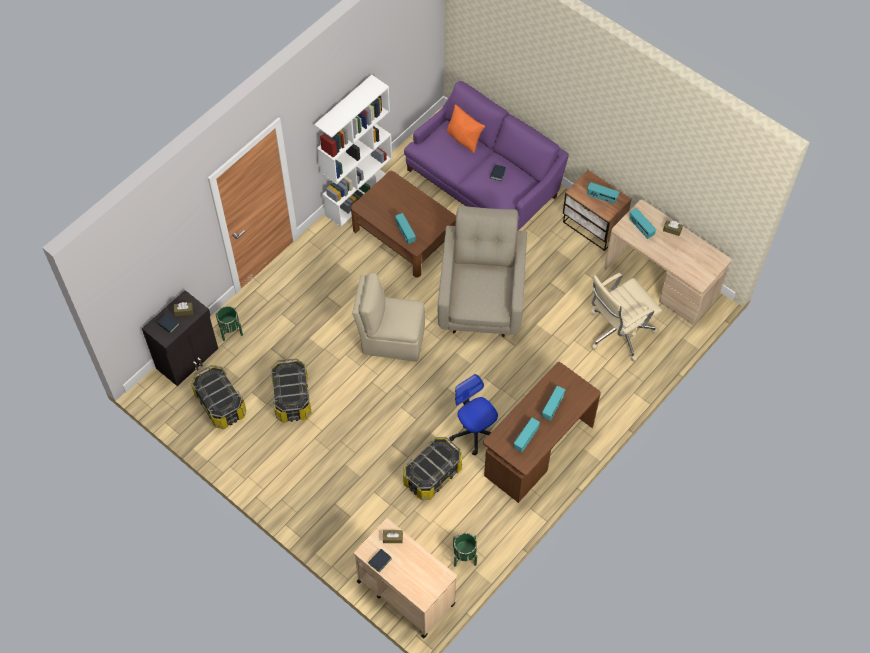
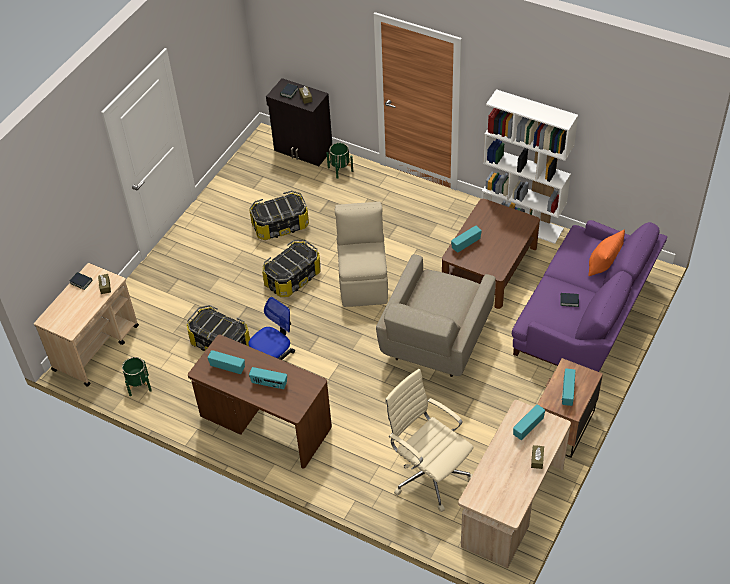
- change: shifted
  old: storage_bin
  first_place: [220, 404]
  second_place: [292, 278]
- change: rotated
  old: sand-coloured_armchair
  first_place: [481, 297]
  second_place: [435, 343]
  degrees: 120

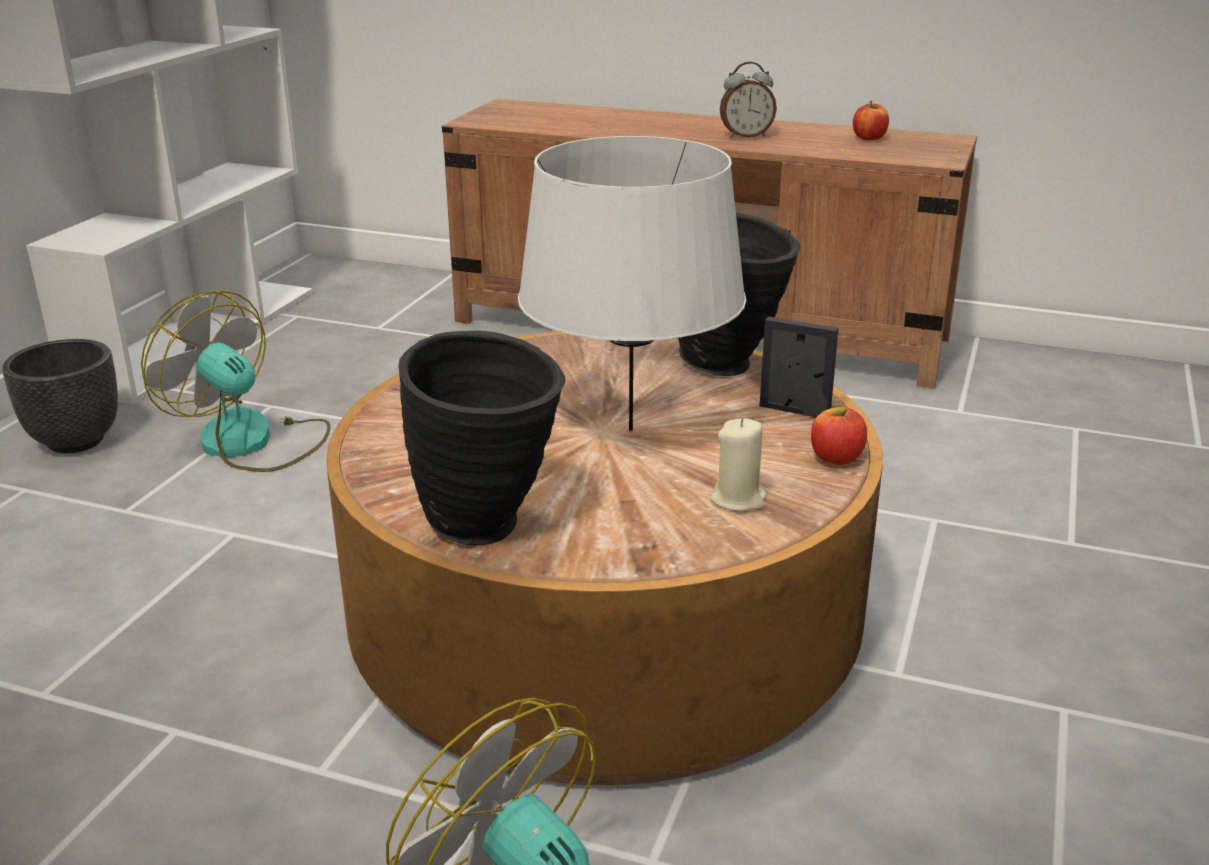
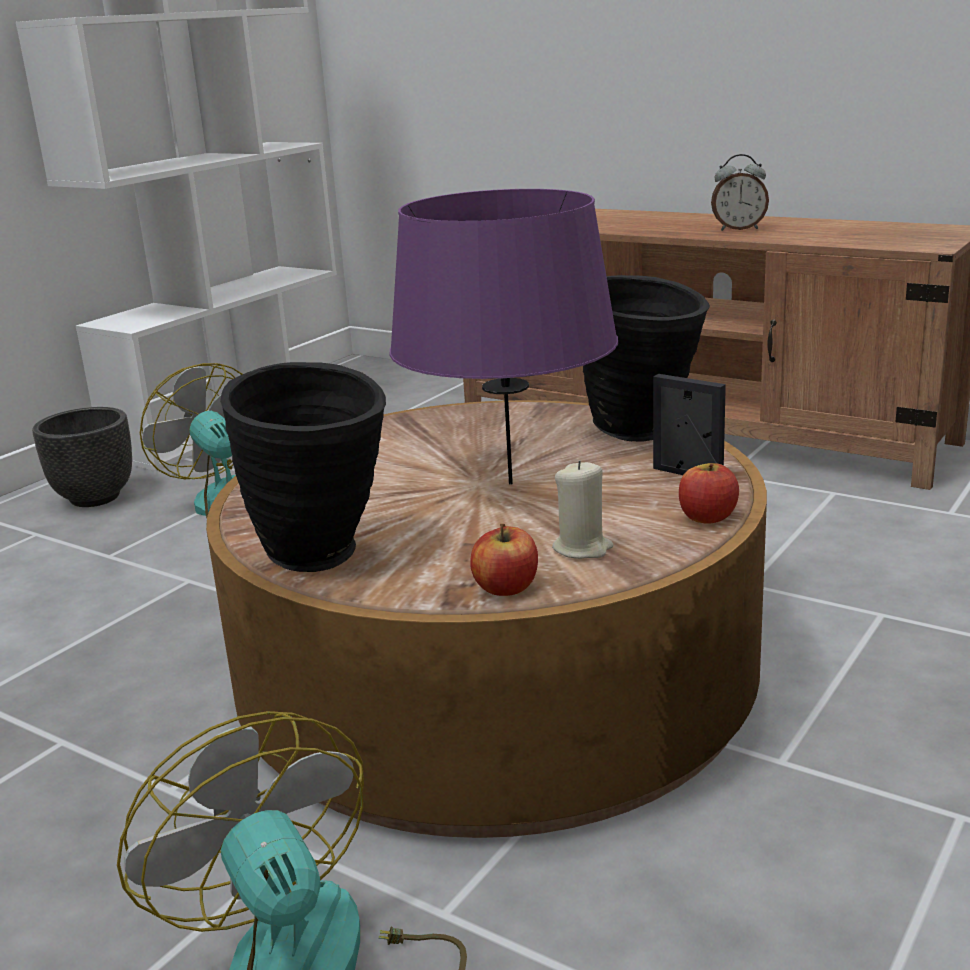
- change: shifted
  old: apple_fruit
  first_place: [869, 138]
  second_place: [506, 588]
- change: repainted
  old: greyish_table_lamp
  new: purplish_table_lamp
  first_place: [630, 429]
  second_place: [510, 483]

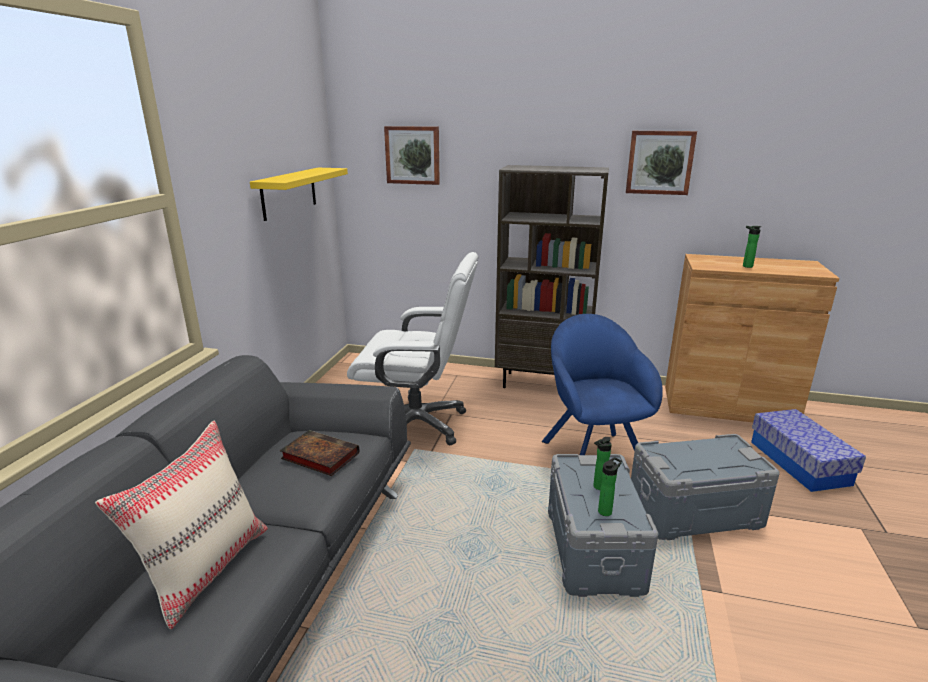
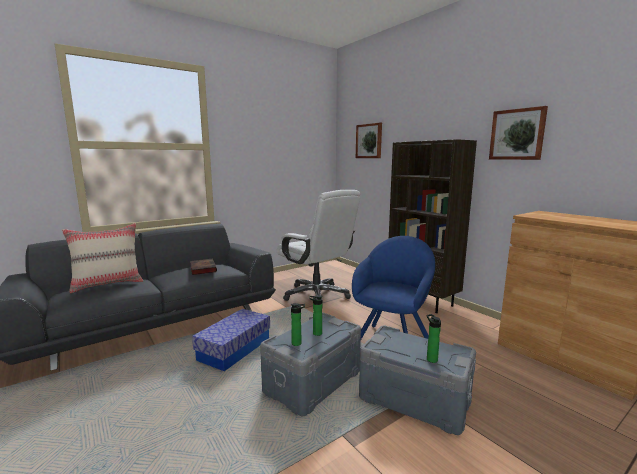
- change: gone
  old: yellow-coloured_shelf
  first_place: [289, 193]
- change: shifted
  old: drink_bottle
  first_place: [745, 266]
  second_place: [430, 359]
- change: shifted
  old: storage_bin
  first_place: [799, 462]
  second_place: [234, 349]

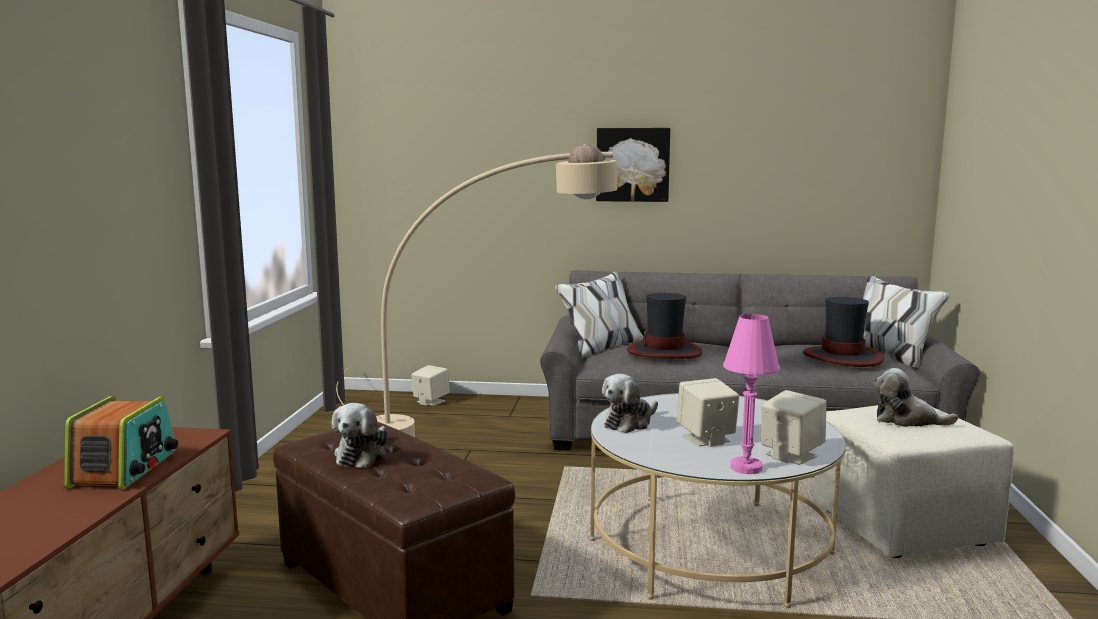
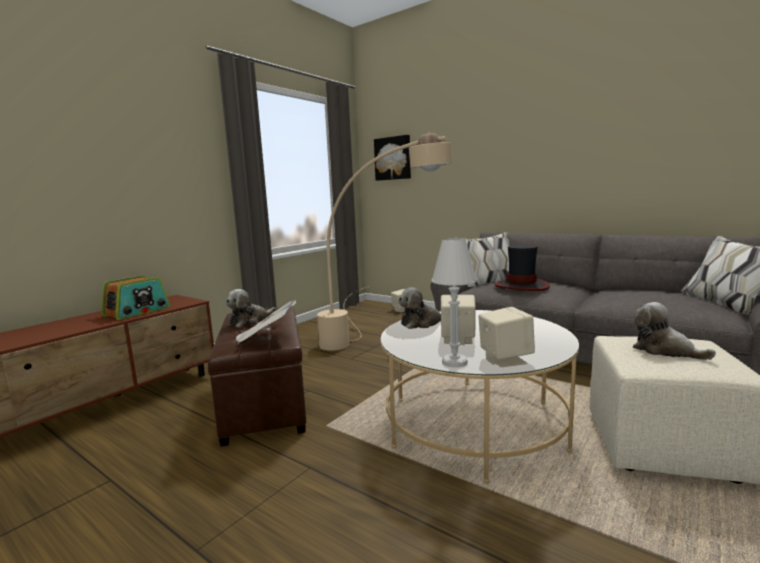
- change: gone
  old: hat
  first_place: [843, 357]
- change: new
  new: newspaper
  second_place: [265, 338]
- change: shifted
  old: wall_picture
  first_place: [632, 164]
  second_place: [393, 158]
- change: repainted
  old: pink_table_lamp
  new: white_table_lamp
  first_place: [746, 467]
  second_place: [454, 362]

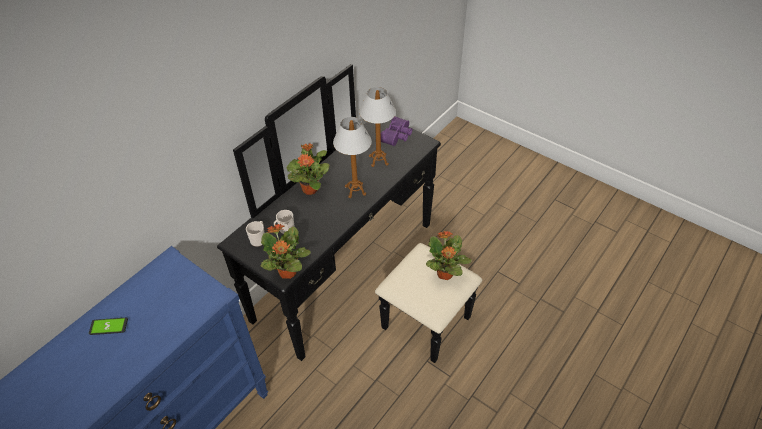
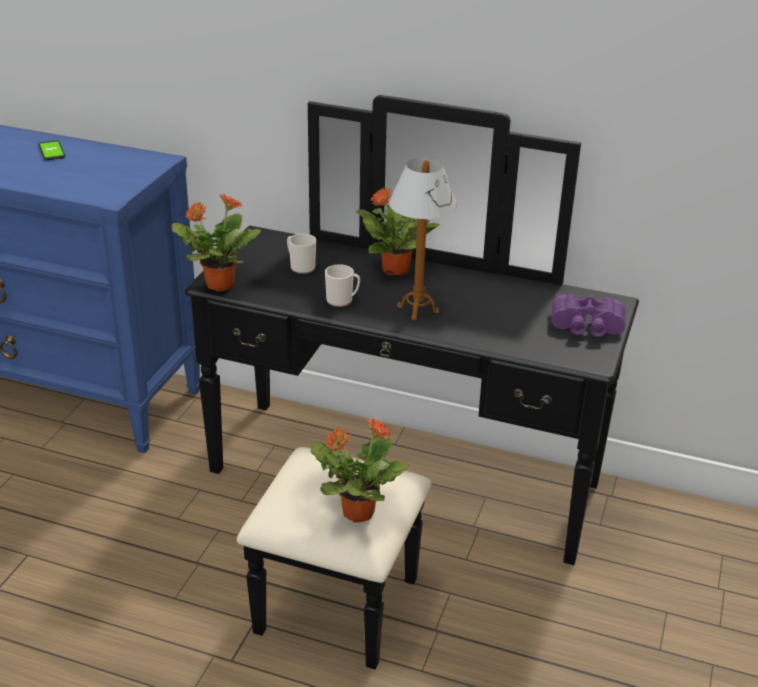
- change: gone
  old: table_lamp
  first_place: [378, 160]
- change: shifted
  old: coffee_mug
  first_place: [259, 239]
  second_place: [342, 300]

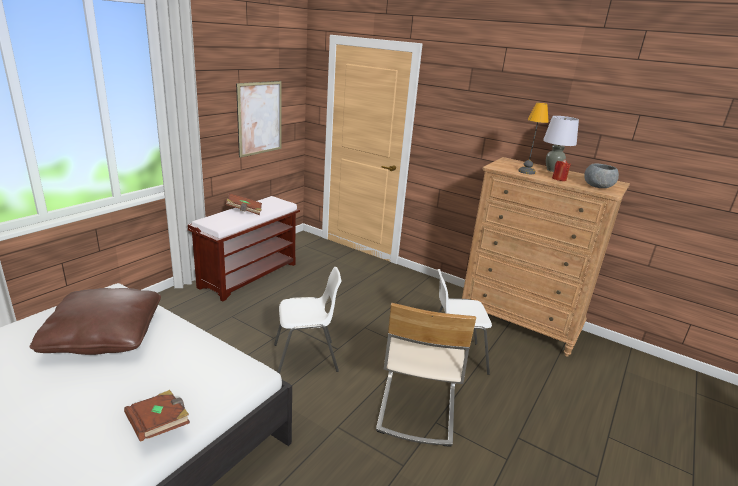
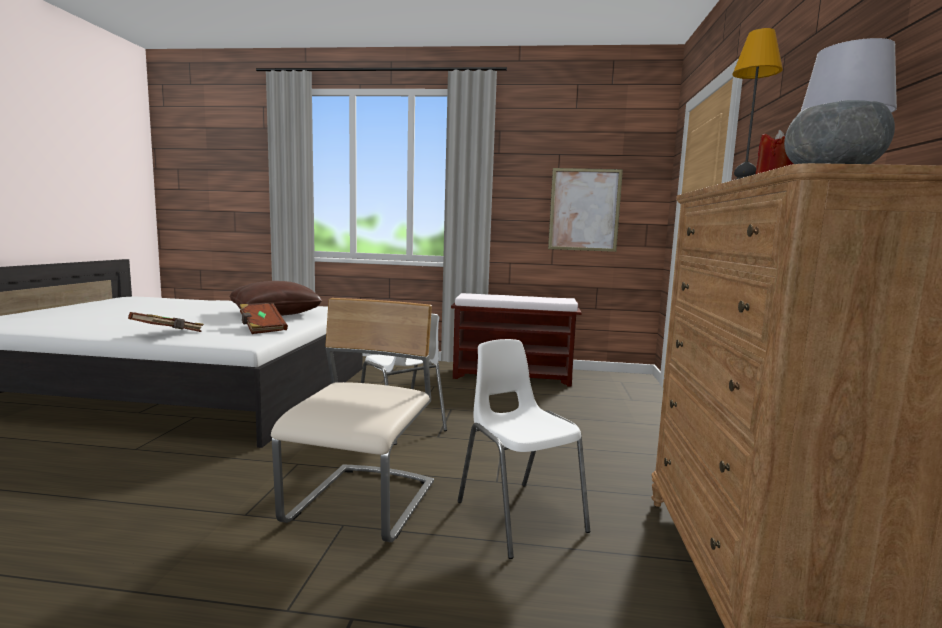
- change: shifted
  old: brown_volume
  first_place: [244, 211]
  second_place: [262, 328]
- change: rotated
  old: sand-coloured_chair
  first_place: [416, 408]
  second_place: [364, 505]
  degrees: 120

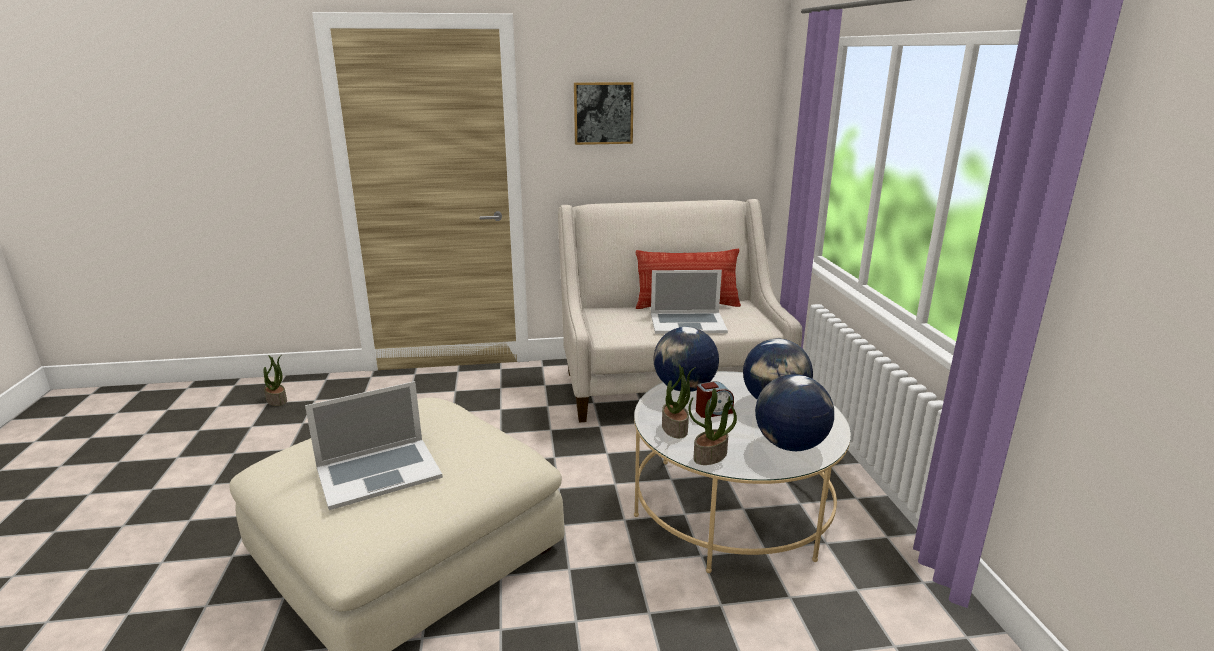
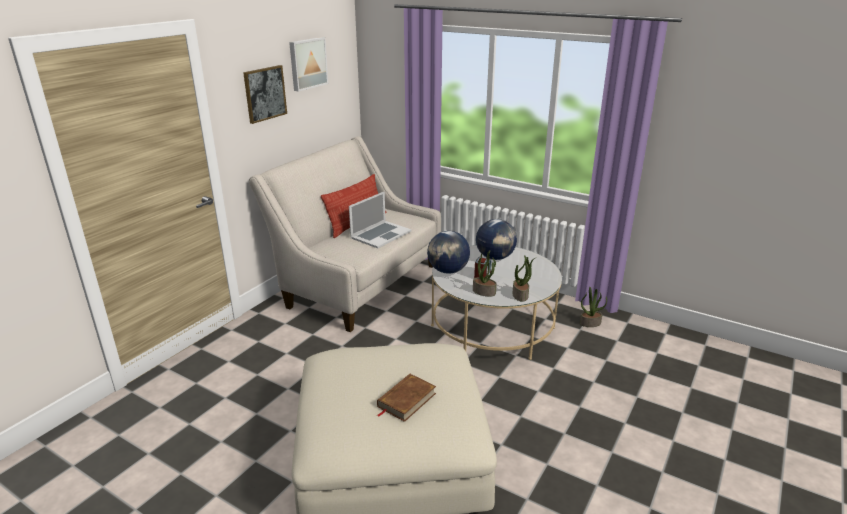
- change: gone
  old: world_globe
  first_place: [790, 445]
- change: new
  new: wall_picture
  second_place: [307, 63]
- change: shifted
  old: plant_in_a_pot
  first_place: [277, 400]
  second_place: [590, 323]
- change: swapped
  old: laptop
  new: brown_volume
  first_place: [378, 472]
  second_place: [406, 400]

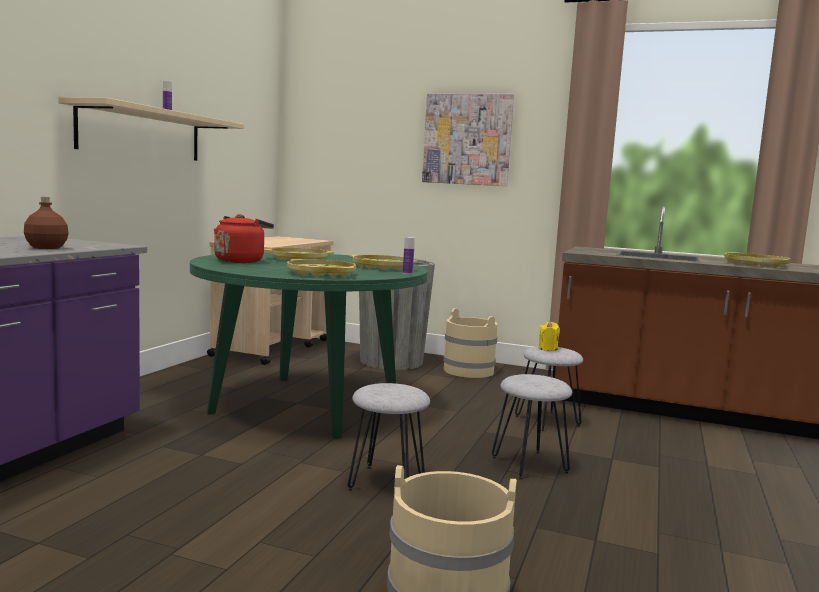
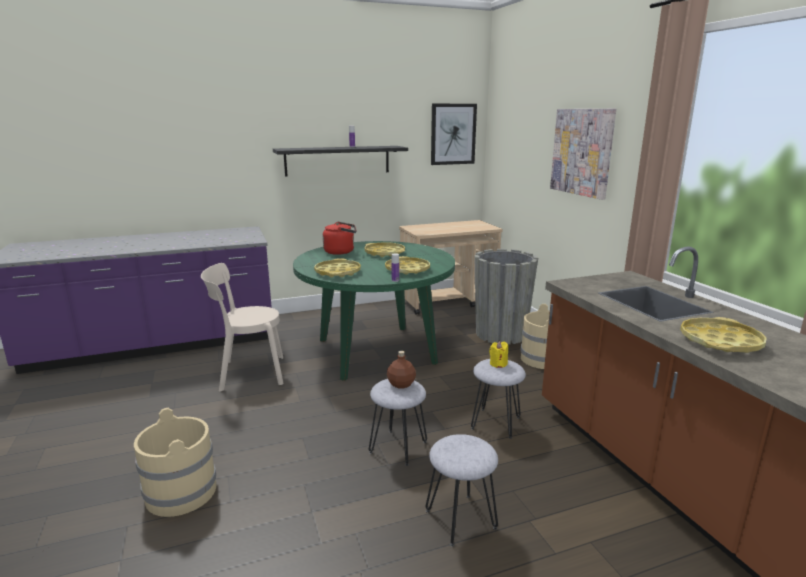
- change: new
  new: sand-coloured_chair
  second_place: [248, 373]
- change: new
  new: wall_picture
  second_place: [453, 134]
- change: shifted
  old: brown_drink_bottle
  first_place: [46, 248]
  second_place: [401, 384]
- change: shifted
  old: greyish_stool_seat
  first_place: [387, 483]
  second_place: [461, 519]
- change: repainted
  old: sand-coloured_shelf
  new: black_shelf
  first_place: [142, 133]
  second_place: [337, 160]

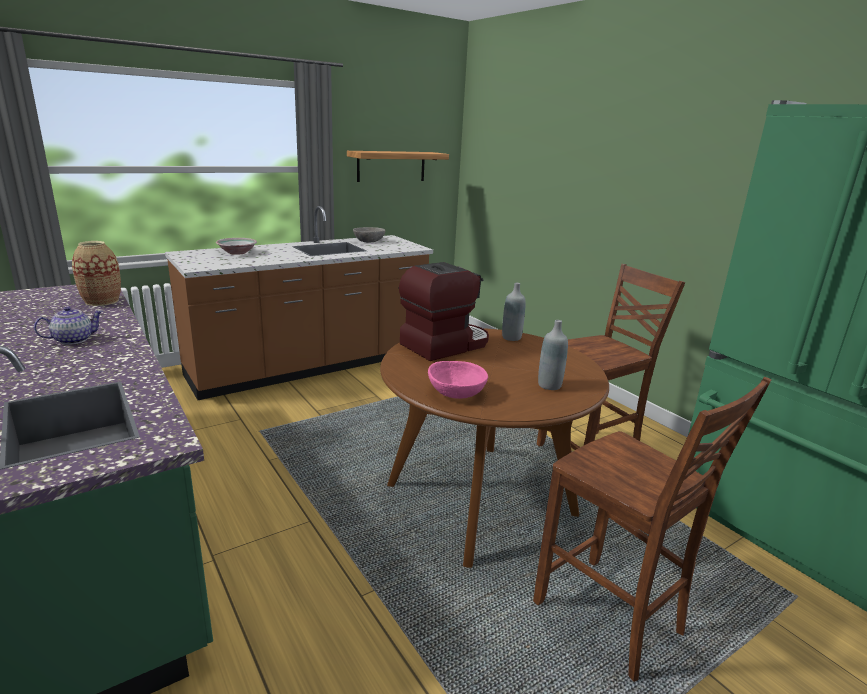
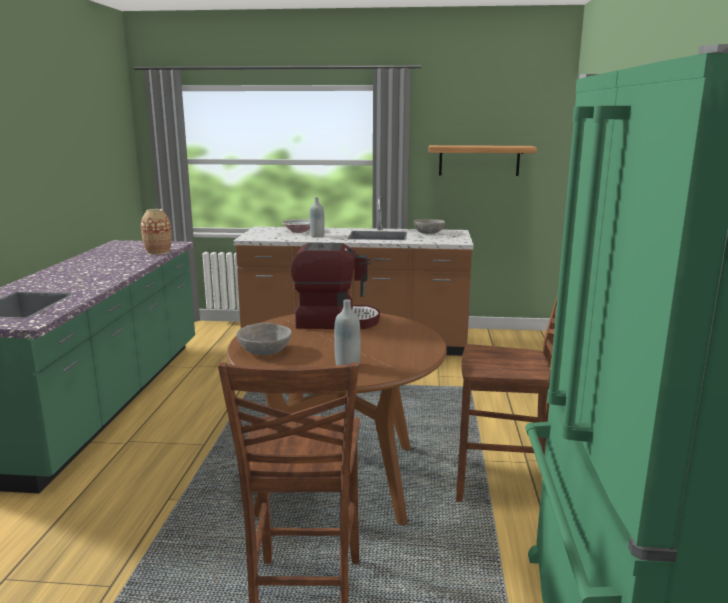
- change: gone
  old: tea_pot
  first_place: [73, 340]
- change: shifted
  old: greyish_drink_bottle
  first_place: [511, 337]
  second_place: [317, 236]
- change: repainted
  old: pink_serving_bowl
  new: greyish_serving_bowl
  first_place: [455, 392]
  second_place: [265, 350]

